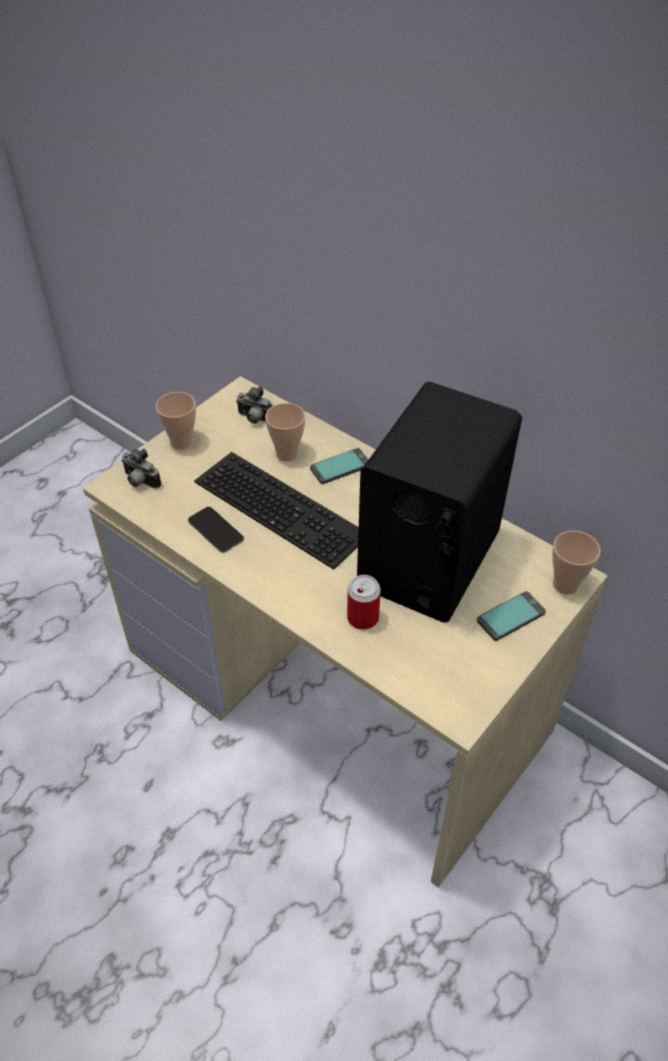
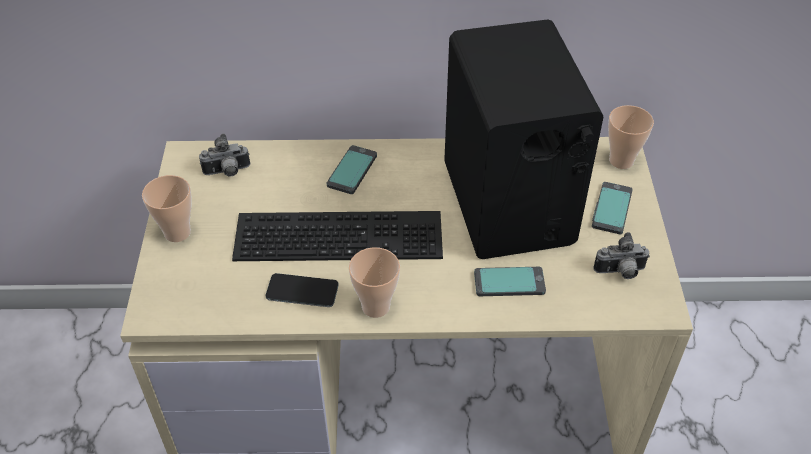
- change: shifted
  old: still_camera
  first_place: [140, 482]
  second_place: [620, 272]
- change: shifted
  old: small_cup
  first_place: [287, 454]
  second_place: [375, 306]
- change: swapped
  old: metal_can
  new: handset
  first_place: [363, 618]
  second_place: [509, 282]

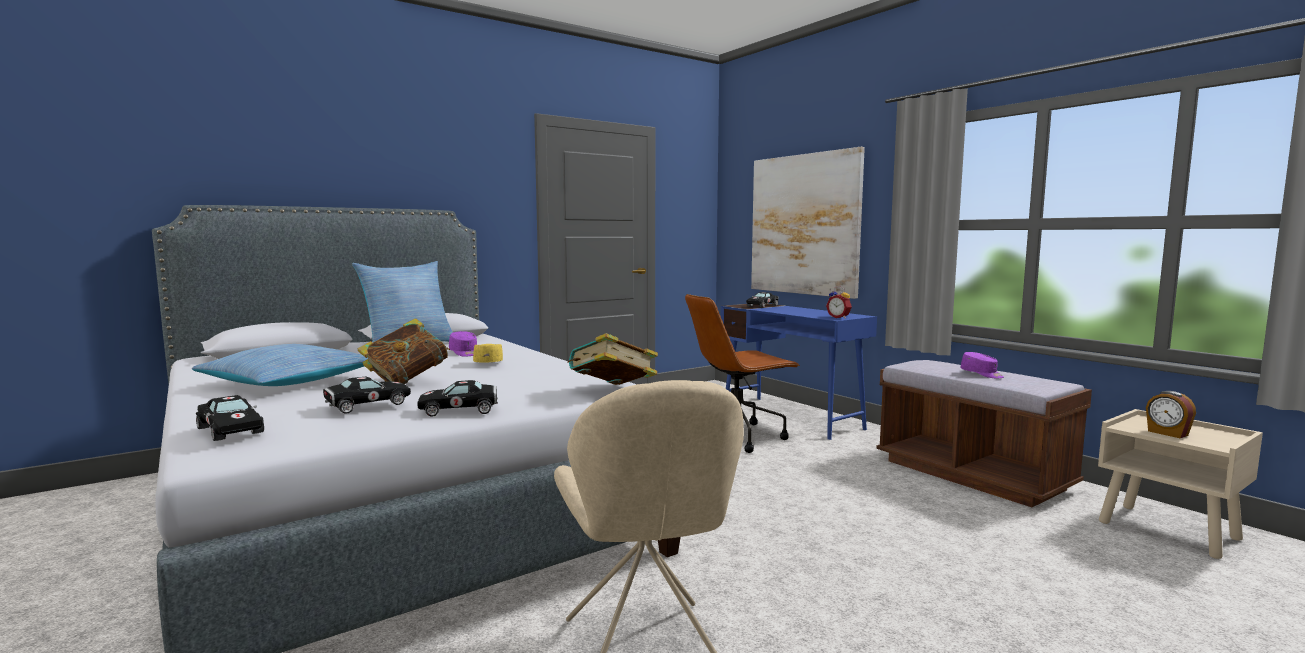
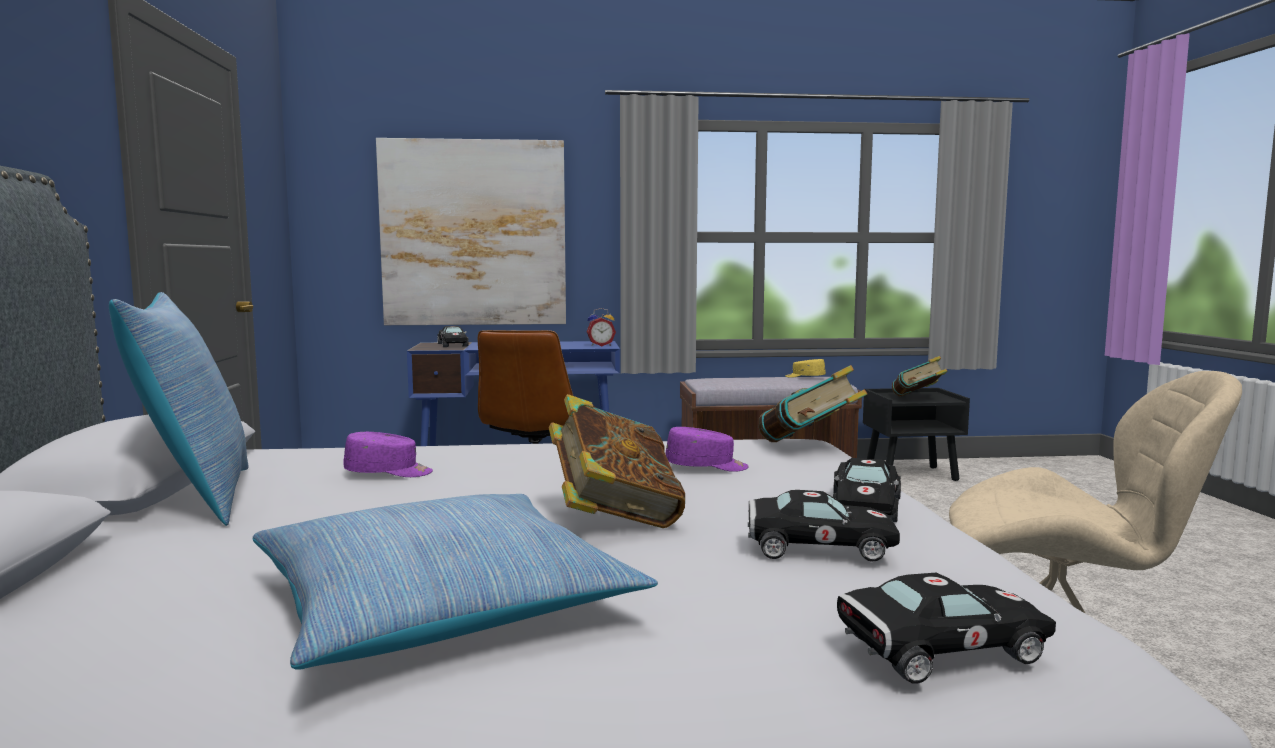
- change: shifted
  old: yellow-coloured_cap
  first_place: [489, 362]
  second_place: [805, 377]
- change: shifted
  old: purplish_cap
  first_place: [982, 374]
  second_place: [706, 467]
- change: swapped
  old: bedside_clock
  new: volume
  first_place: [1167, 433]
  second_place: [917, 399]
- change: repainted
  old: sand-coloured_bedside_table
  new: black_bedside_table
  first_place: [1170, 531]
  second_place: [911, 474]
- change: rotated
  old: black_toy_car
  first_place: [365, 405]
  second_place: [812, 547]
  degrees: 105

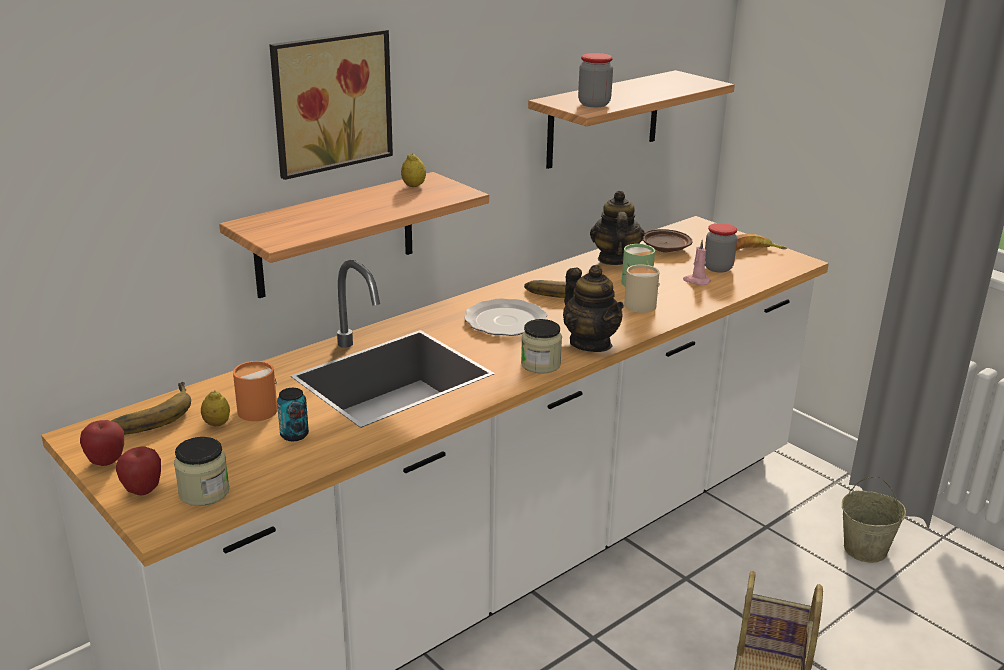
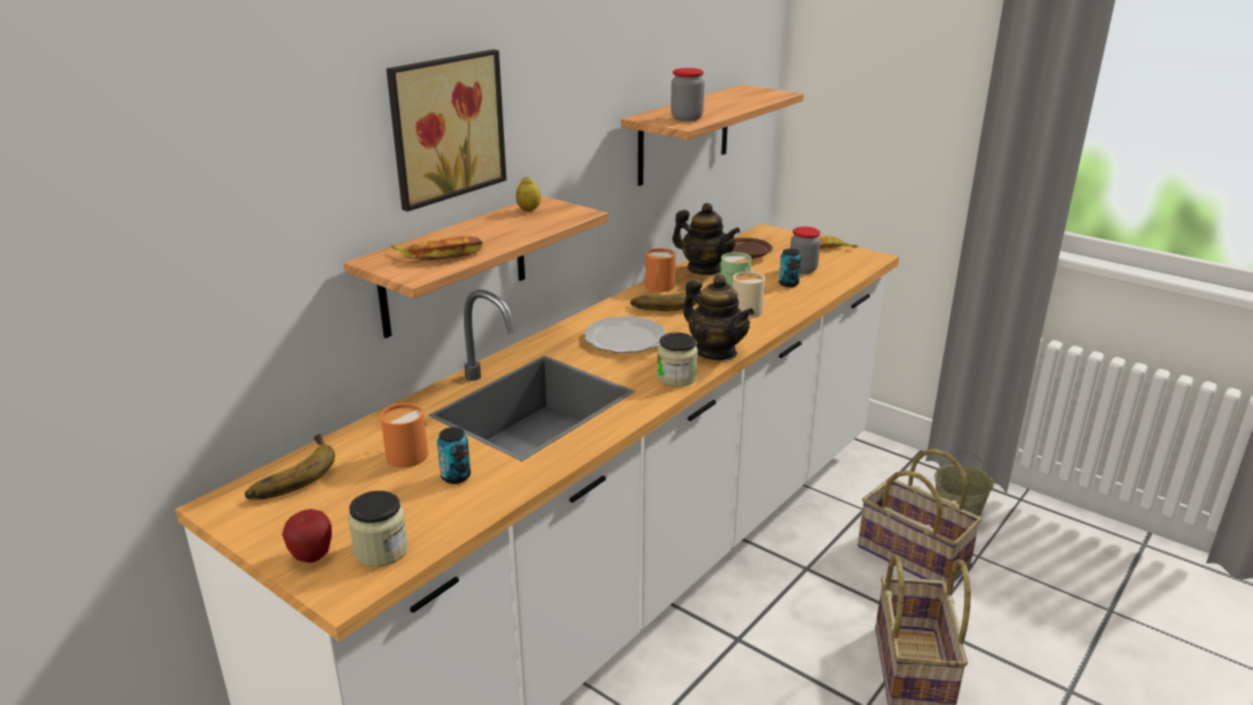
- change: gone
  old: apple_fruit
  first_place: [106, 462]
- change: gone
  old: citrus_fruit
  first_place: [217, 424]
- change: new
  new: banana_fruit
  second_place: [439, 254]
- change: new
  new: orangey_coffee_mug
  second_place: [658, 287]
- change: new
  new: storage_basket
  second_place: [911, 557]
- change: swapped
  old: pink_wax_light
  new: metal_can
  first_place: [696, 281]
  second_place: [788, 283]
- change: rotated
  old: tea_pot
  first_place: [614, 259]
  second_place: [704, 270]
  degrees: 135

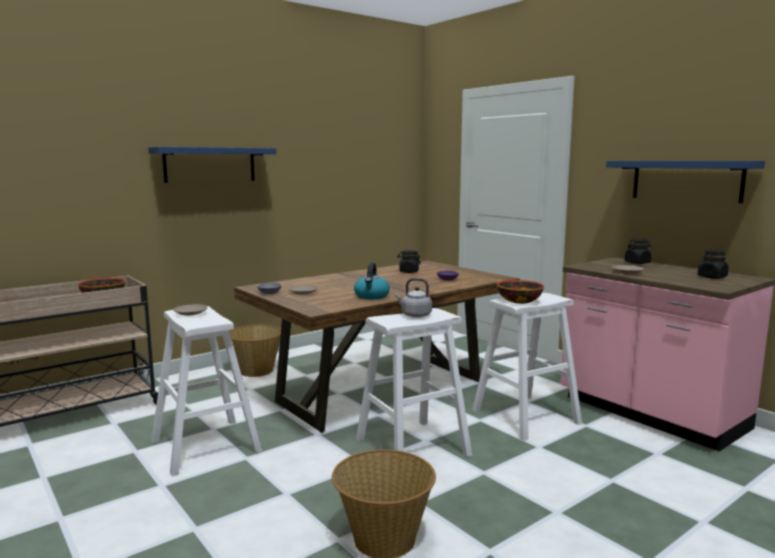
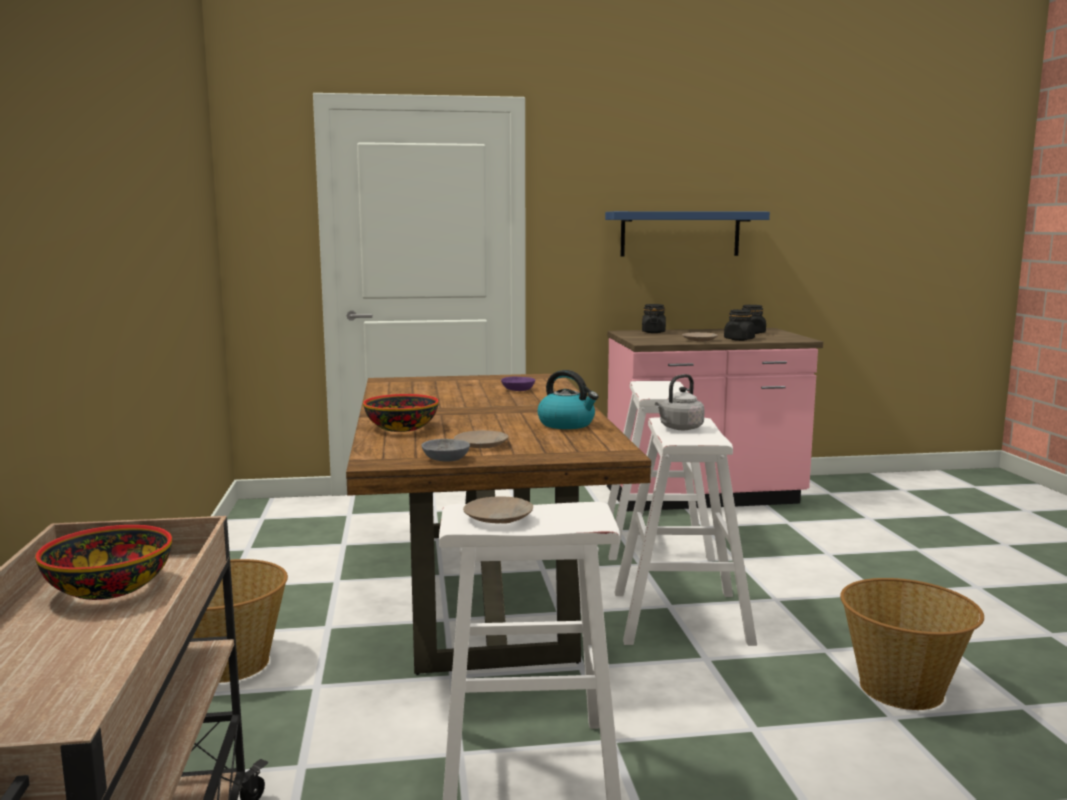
- change: gone
  old: blue_shelf
  first_place: [210, 164]
- change: shifted
  old: black_jar
  first_place: [409, 271]
  second_place: [739, 339]
- change: shifted
  old: serving_bowl
  first_place: [519, 301]
  second_place: [402, 428]

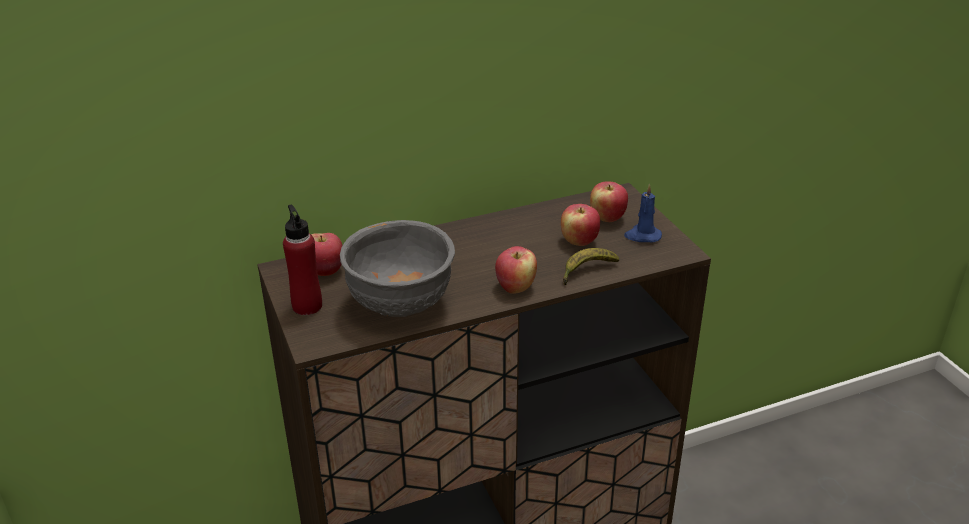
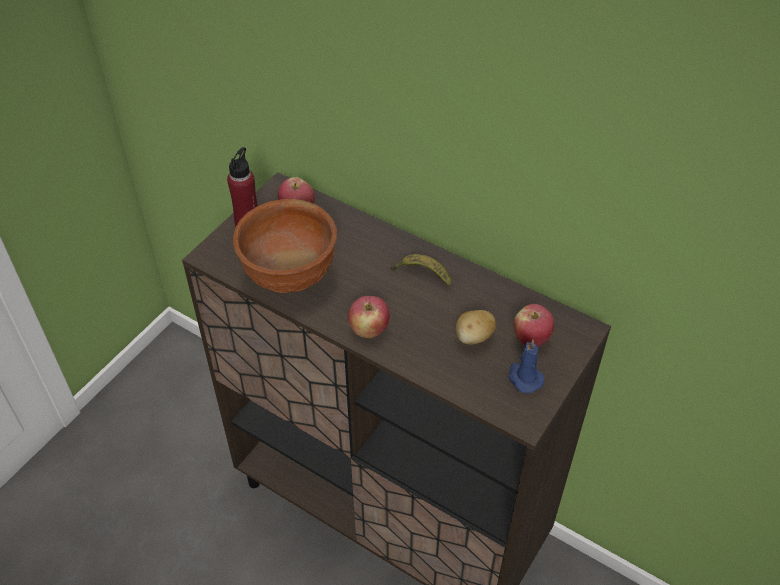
- change: shifted
  old: banana_fruit
  first_place: [586, 271]
  second_place: [422, 274]
- change: swapped
  old: apple_fruit
  new: spud
  first_place: [579, 241]
  second_place: [473, 337]
- change: repainted
  old: greyish_serving_bowl
  new: brown_serving_bowl
  first_place: [400, 306]
  second_place: [288, 275]

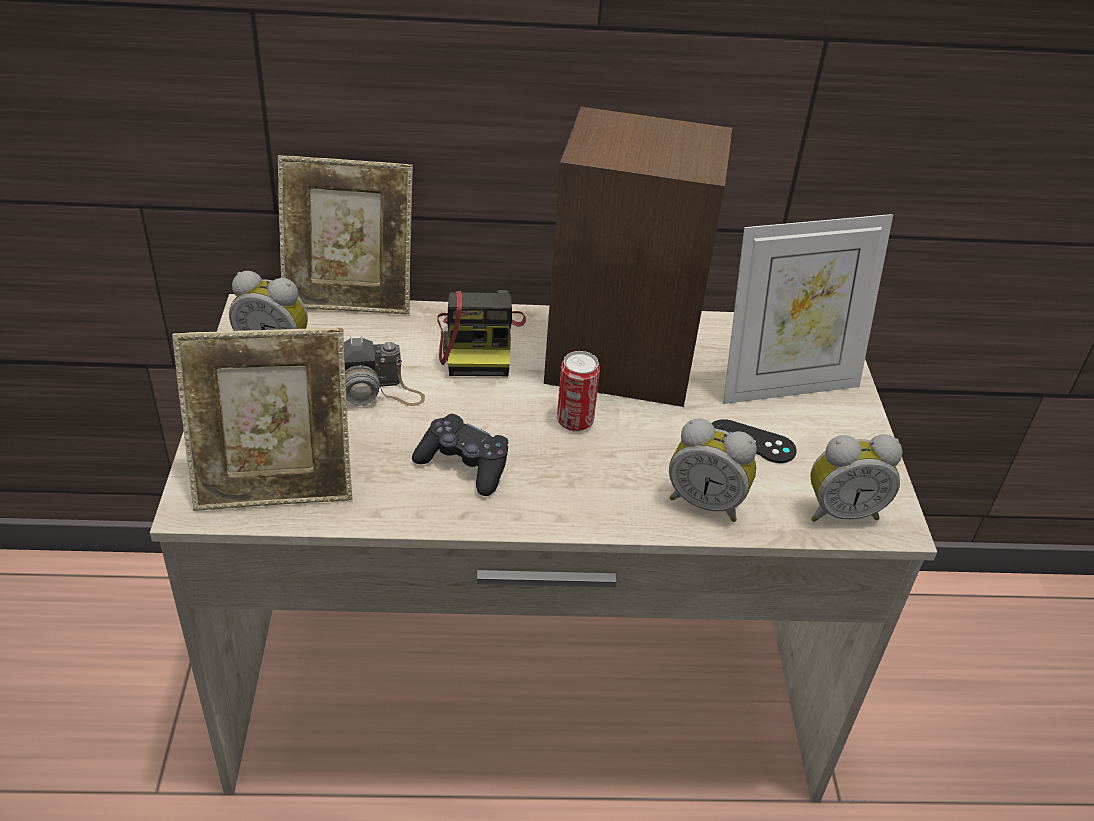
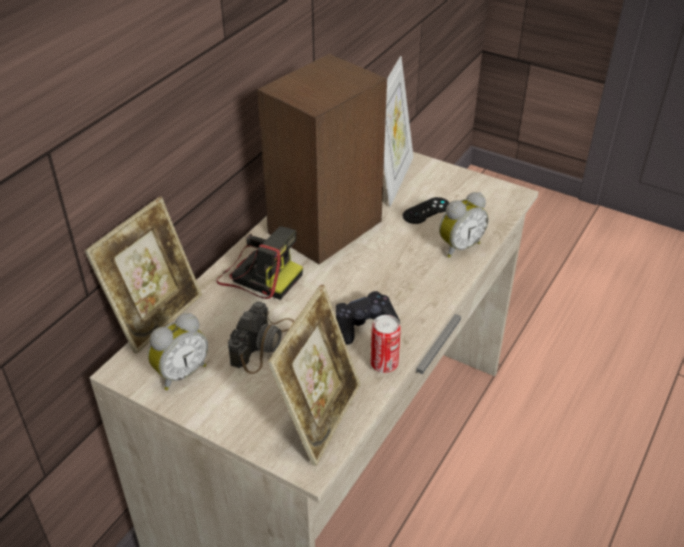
- change: gone
  old: bedside_clock
  first_place: [841, 511]
- change: shifted
  old: metal_can
  first_place: [575, 421]
  second_place: [384, 364]

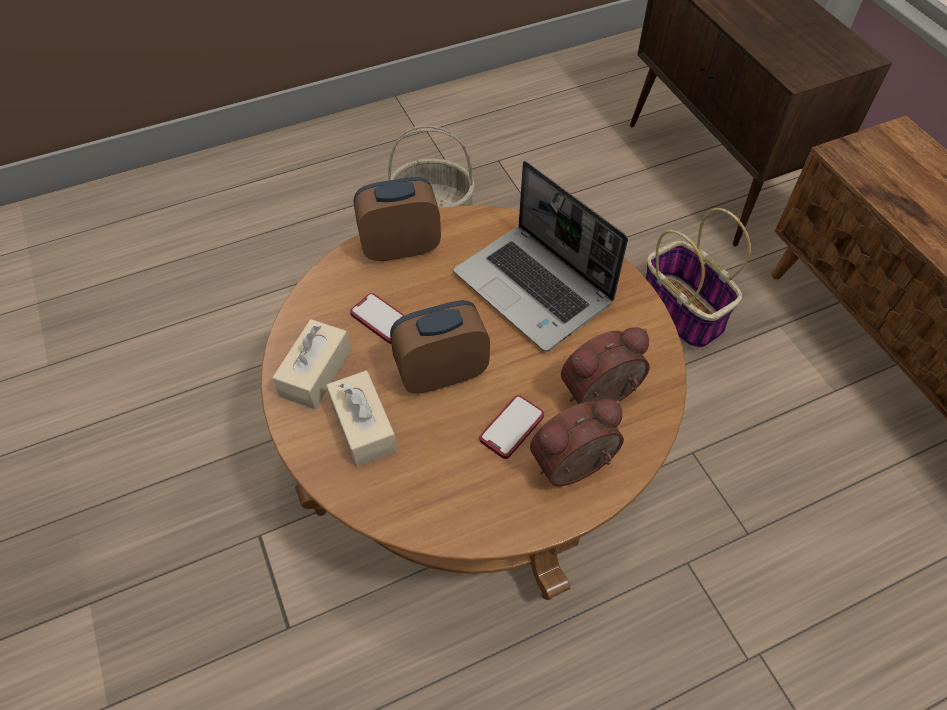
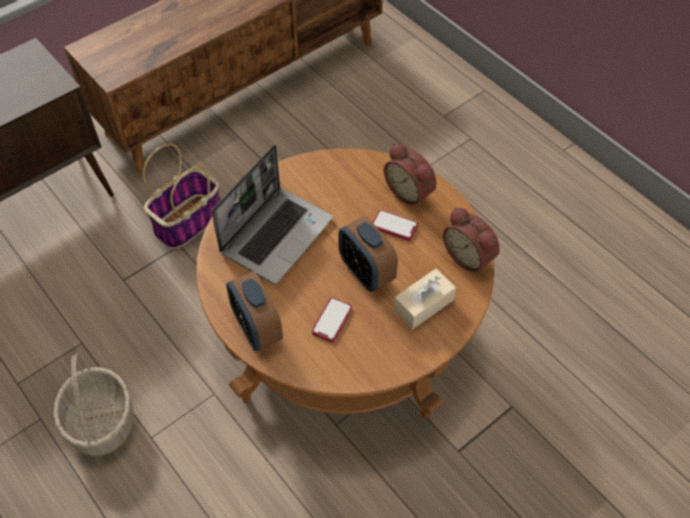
- change: gone
  old: sand-coloured_tissue_holder
  first_place: [315, 373]
- change: shifted
  old: bedside_clock
  first_place: [602, 397]
  second_place: [470, 256]

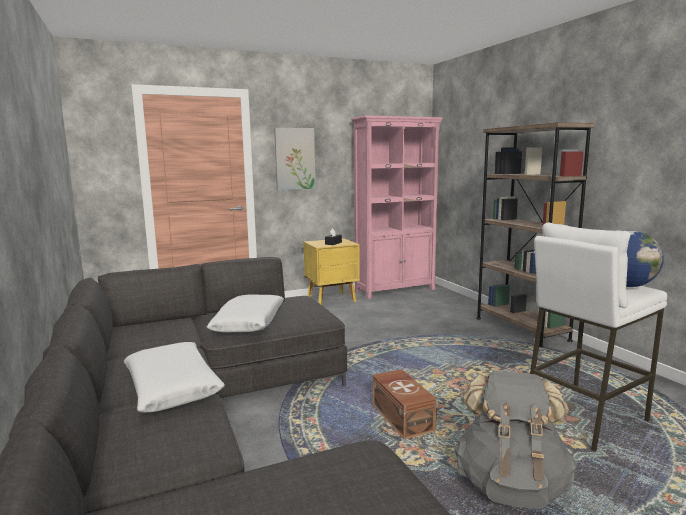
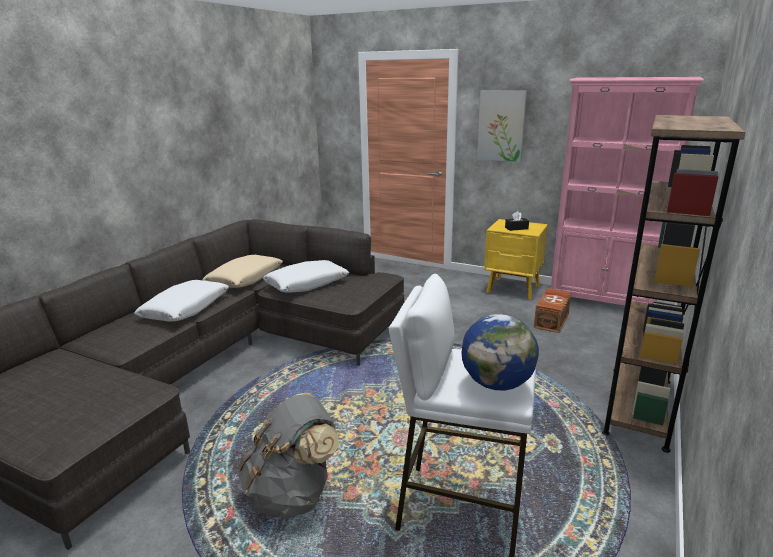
- change: new
  new: sand-coloured_throw_pillow
  second_place: [245, 279]
- change: shifted
  old: brown_storage_bin
  first_place: [402, 417]
  second_place: [552, 320]

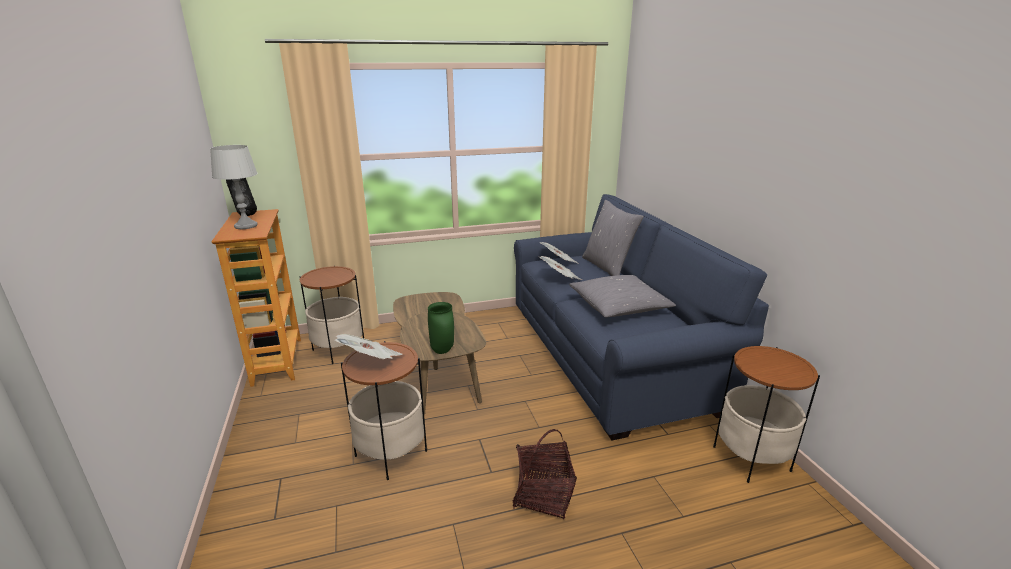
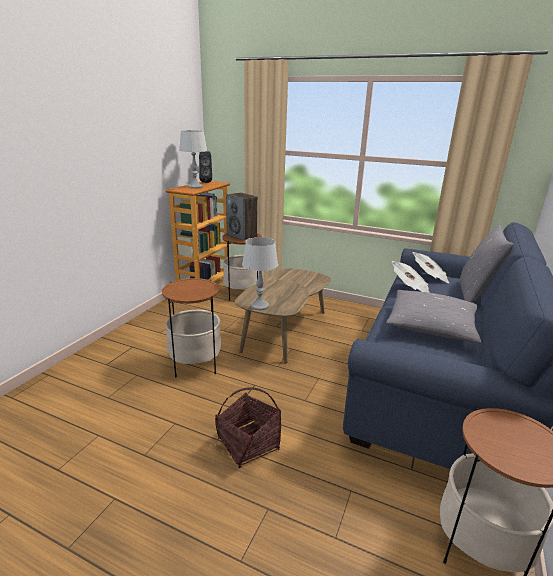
- change: gone
  old: newspaper
  first_place: [371, 361]
- change: new
  new: audio_speaker
  second_place: [242, 236]
- change: swapped
  old: green_flower_vase
  new: greyish_table_lamp
  first_place: [443, 350]
  second_place: [259, 306]

